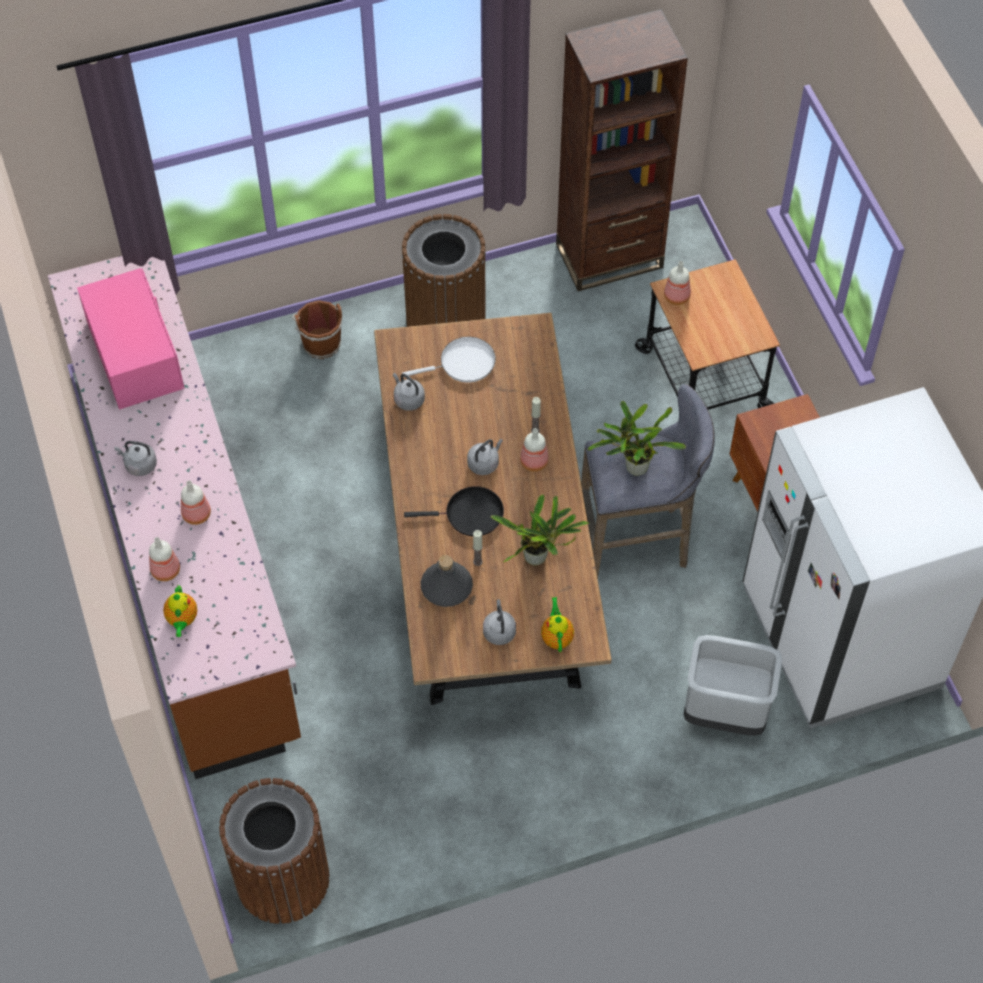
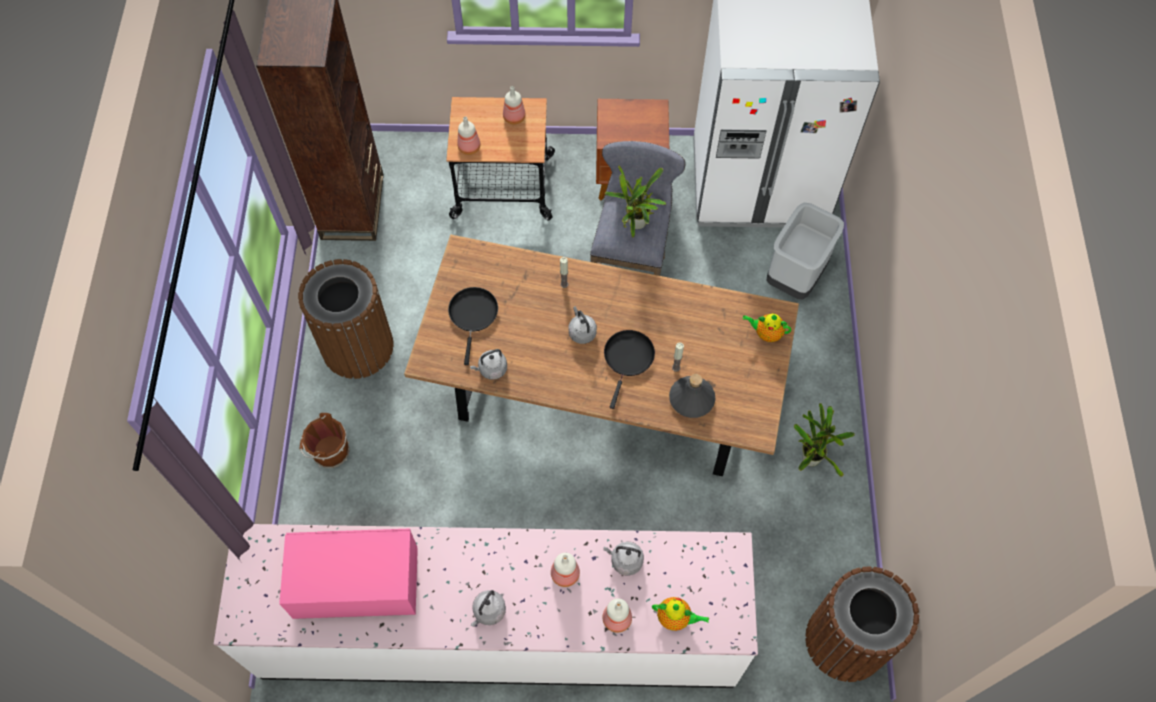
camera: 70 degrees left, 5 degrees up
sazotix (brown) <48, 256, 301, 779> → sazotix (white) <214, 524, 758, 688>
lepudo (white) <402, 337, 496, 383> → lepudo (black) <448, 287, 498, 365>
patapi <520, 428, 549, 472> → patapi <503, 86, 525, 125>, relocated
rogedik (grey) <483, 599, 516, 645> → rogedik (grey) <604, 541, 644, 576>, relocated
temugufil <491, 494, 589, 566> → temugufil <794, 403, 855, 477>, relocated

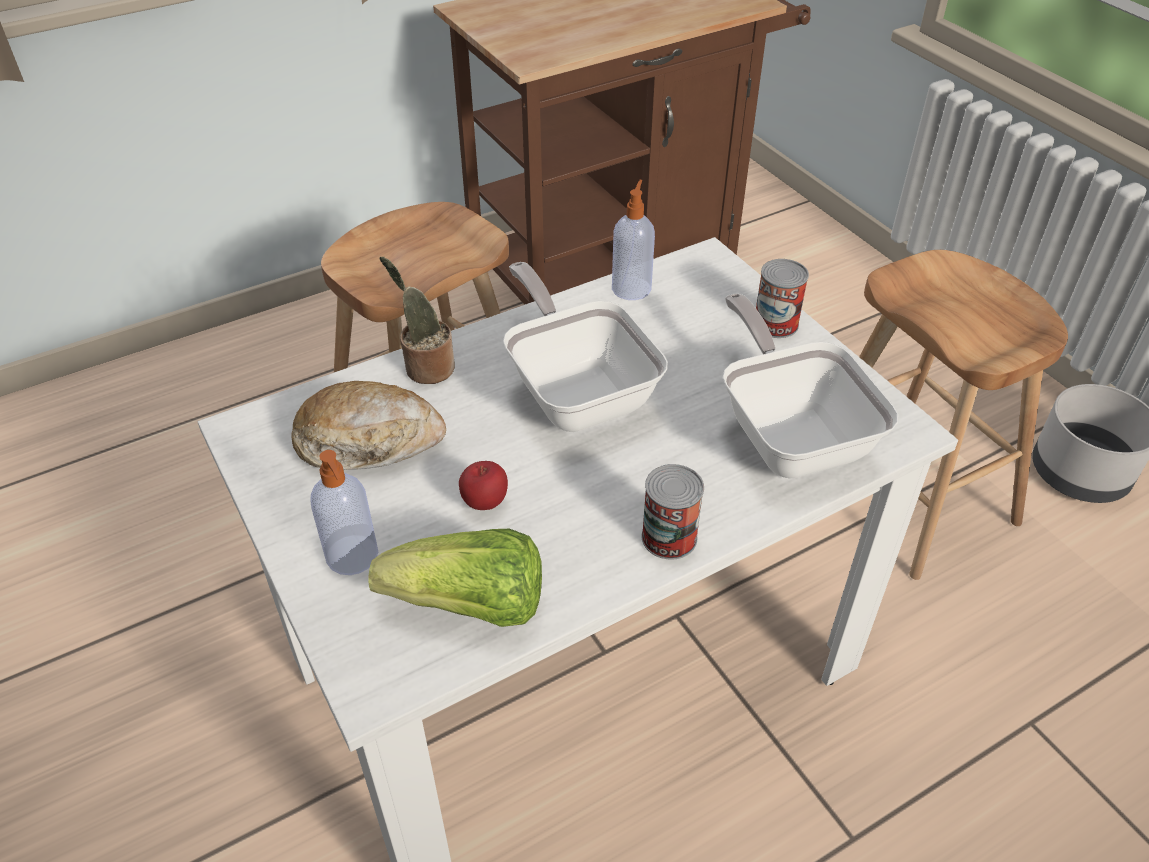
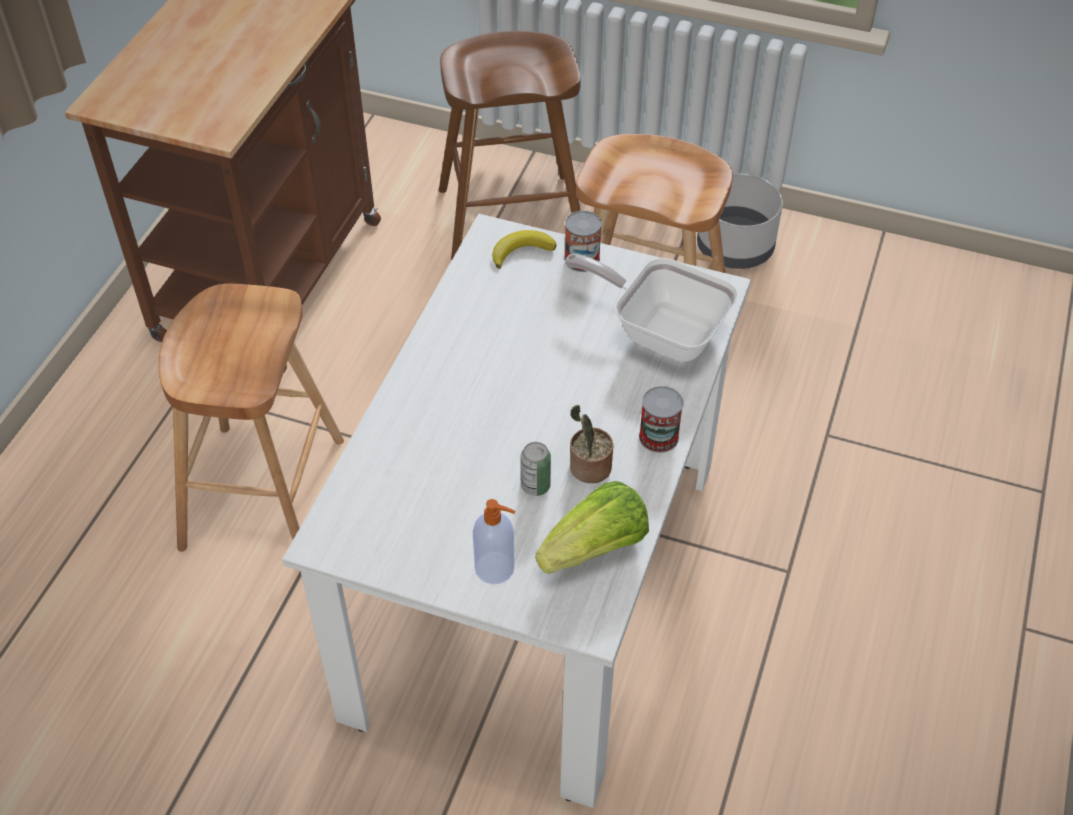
camera: 40 degrees left, 5 degrees up
- → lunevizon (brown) <439, 31, 581, 260>
- → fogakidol <492, 230, 556, 269>
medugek <459, 461, 508, 510> → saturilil <521, 442, 551, 496>
temugufil <380, 257, 455, 384> → temugufil <570, 405, 614, 483>, relocated
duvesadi <291, 381, 446, 470> → -
lepudo <503, 262, 668, 432> → -
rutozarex <612, 180, 655, 300> → -

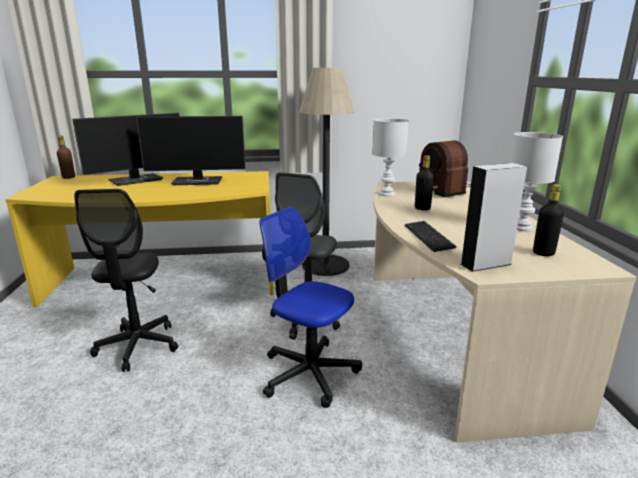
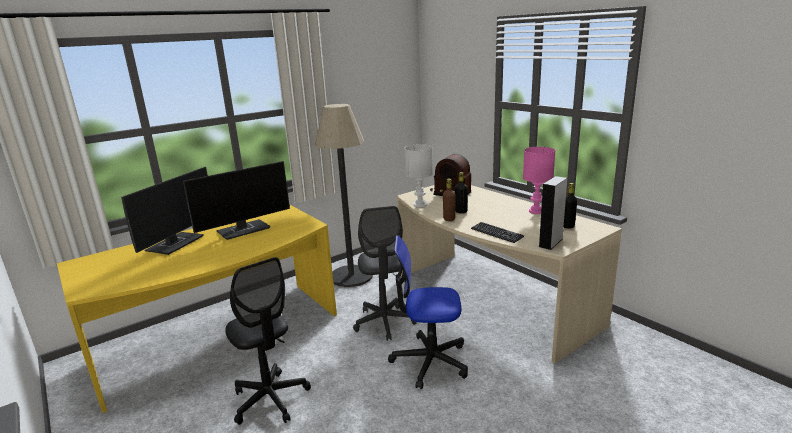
camera: 30 degrees left, 0 degrees up
patapi (brown) <57, 136, 75, 179> → patapi (brown) <443, 179, 455, 221>, relocated
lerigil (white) <509, 132, 563, 231> → lerigil (pink) <523, 147, 556, 214>

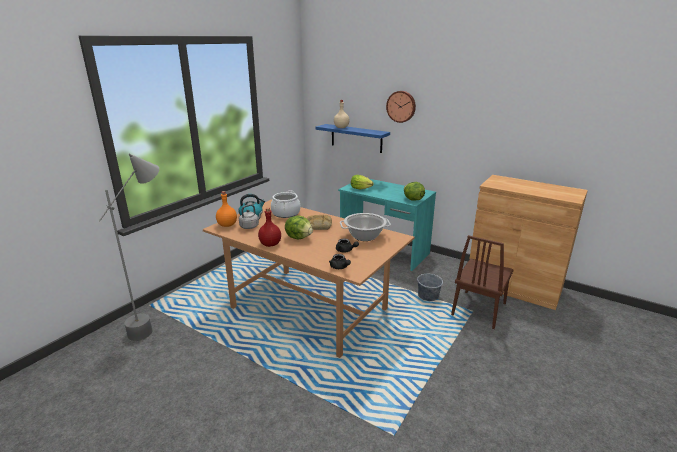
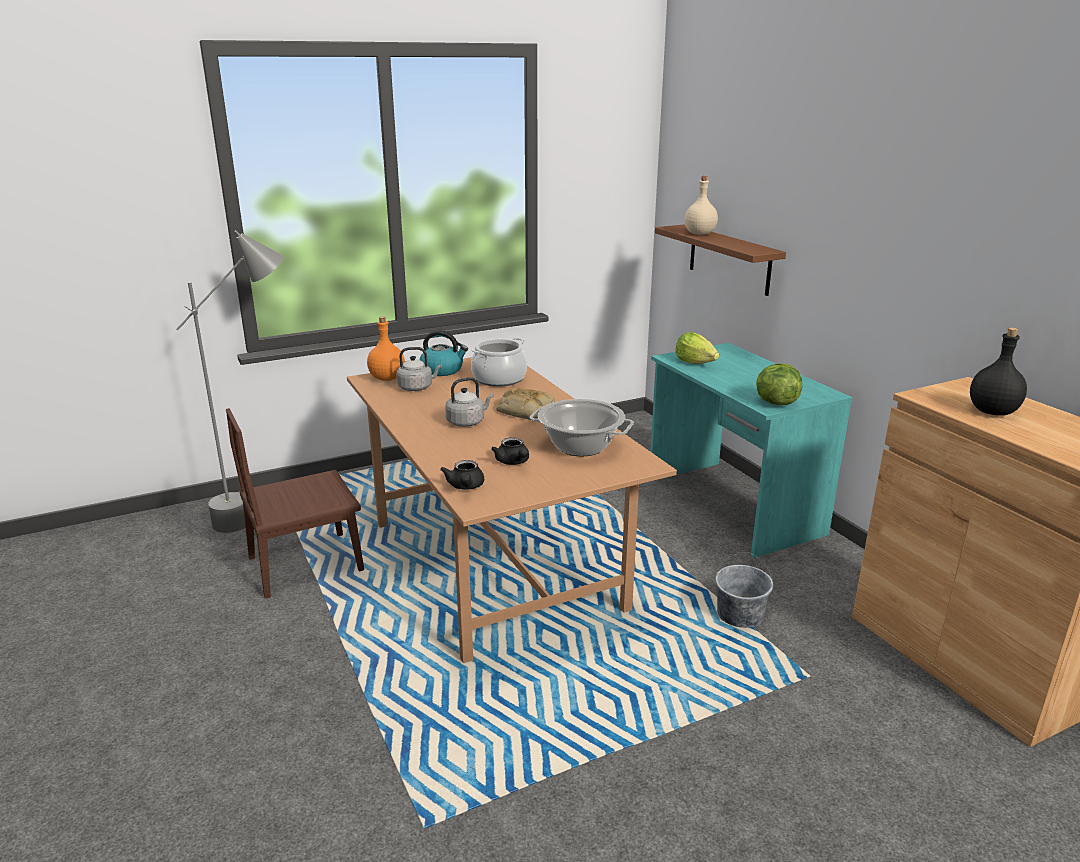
camera: 30 degrees right, 0 degrees up
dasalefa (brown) <451, 235, 513, 329> → dasalefa (brown) <226, 408, 364, 599>, relocated
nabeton <285, 216, 313, 239> → rogedik (grey) <445, 377, 494, 427>
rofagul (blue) <316, 124, 390, 153> → rofagul (brown) <655, 224, 786, 296>
- → patapi (black) <970, 328, 1027, 416>
patapi (red) <258, 207, 281, 247> → -
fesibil <386, 91, 416, 123> → -

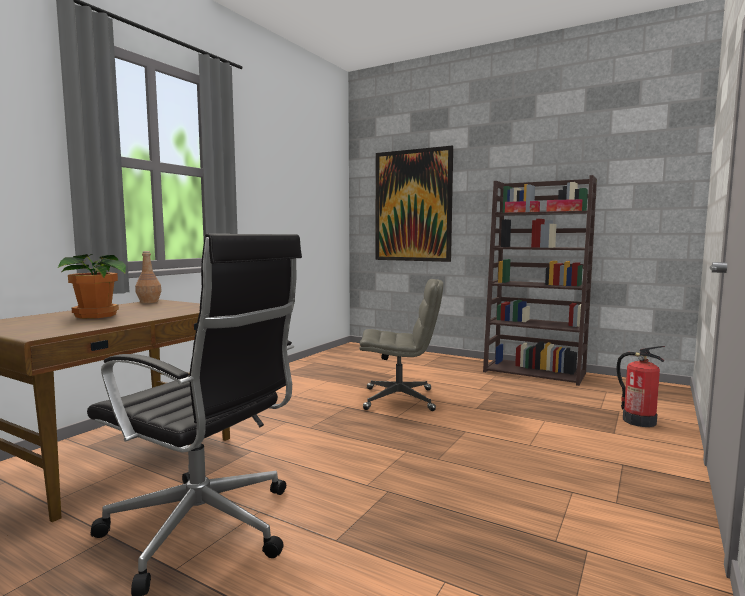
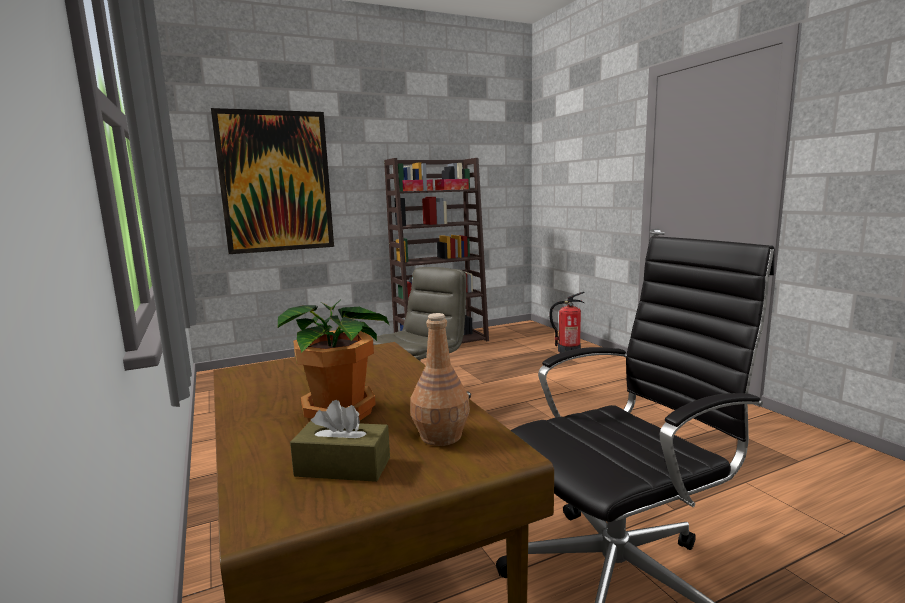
camera: 55 degrees left, 5 degrees up
- → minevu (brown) <290, 400, 390, 482>
patapi (brown) <135, 251, 162, 303> → patapi (brown) <410, 313, 470, 446>, relocated

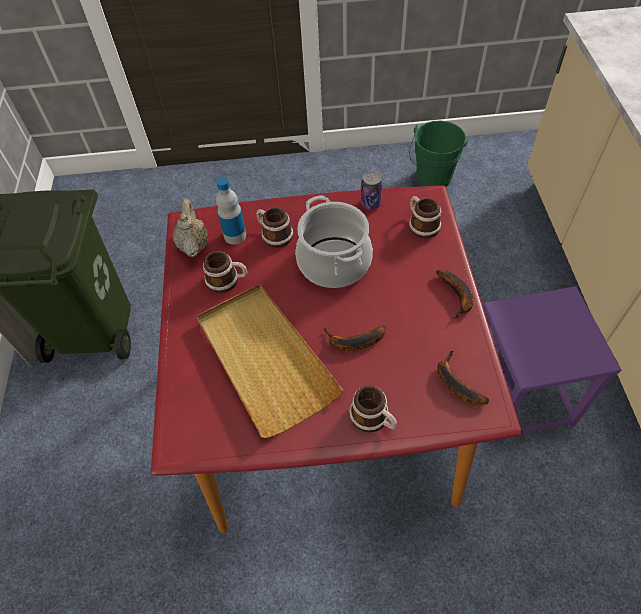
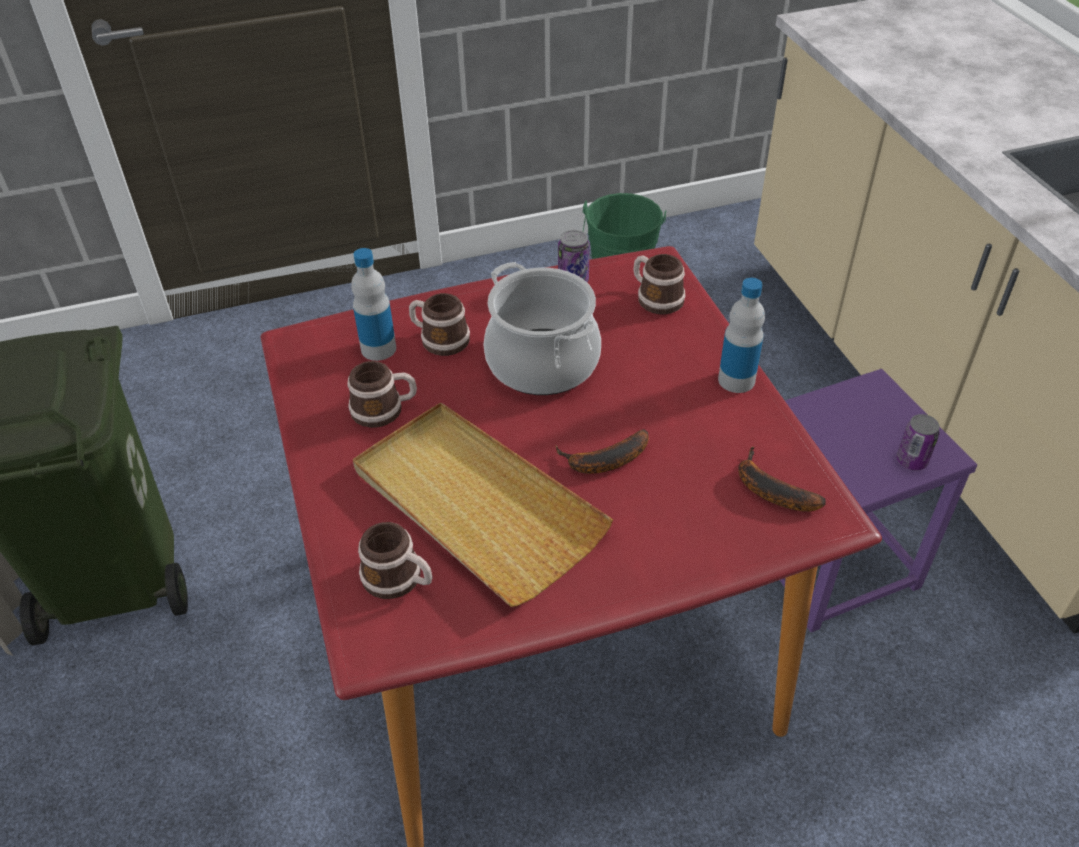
camera: 15 degrees left, 10 degrees down
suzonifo <349, 385, 397, 432> → suzonifo <358, 522, 433, 599>, relocated
fogakidol <436, 270, 473, 319> → patapi <718, 278, 765, 393>
- → saturilil <896, 414, 940, 470>
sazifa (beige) <173, 199, 208, 257> → -

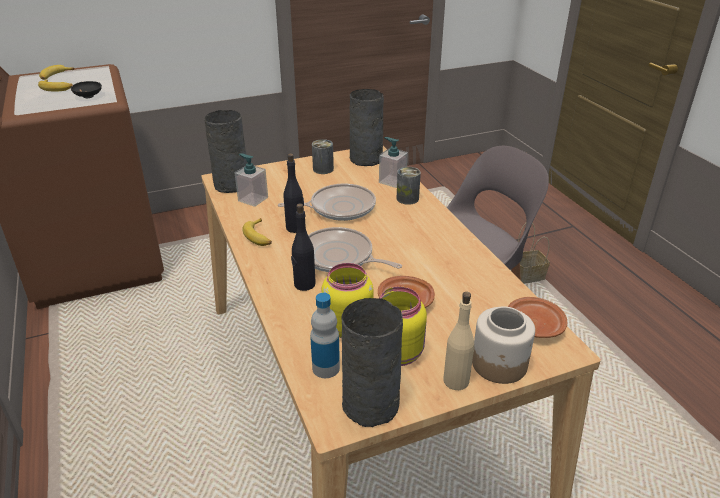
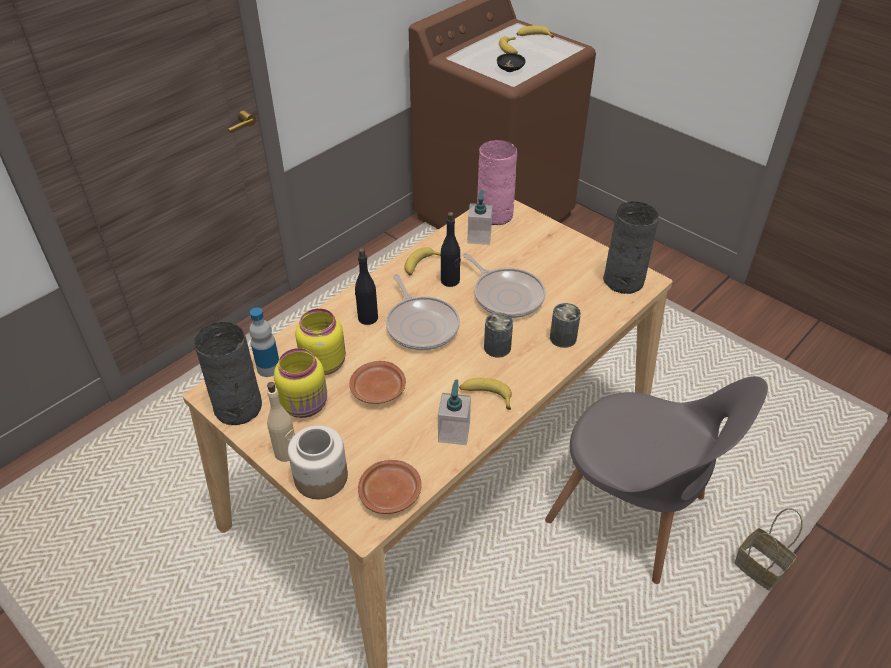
camera: 65 degrees right, 10 degrees up
lepudo <308, 227, 402, 272> → lepudo <386, 274, 460, 350>, 150 degrees clockwise
rutozarex <379, 137, 408, 188> → rutozarex <438, 379, 471, 445>, relocated
- → fogakidol <459, 378, 512, 410>
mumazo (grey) <204, 110, 247, 193> → mumazo (pink) <477, 140, 517, 225>
saturilil <312, 139, 334, 174> → saturilil <484, 312, 513, 357>, relocated

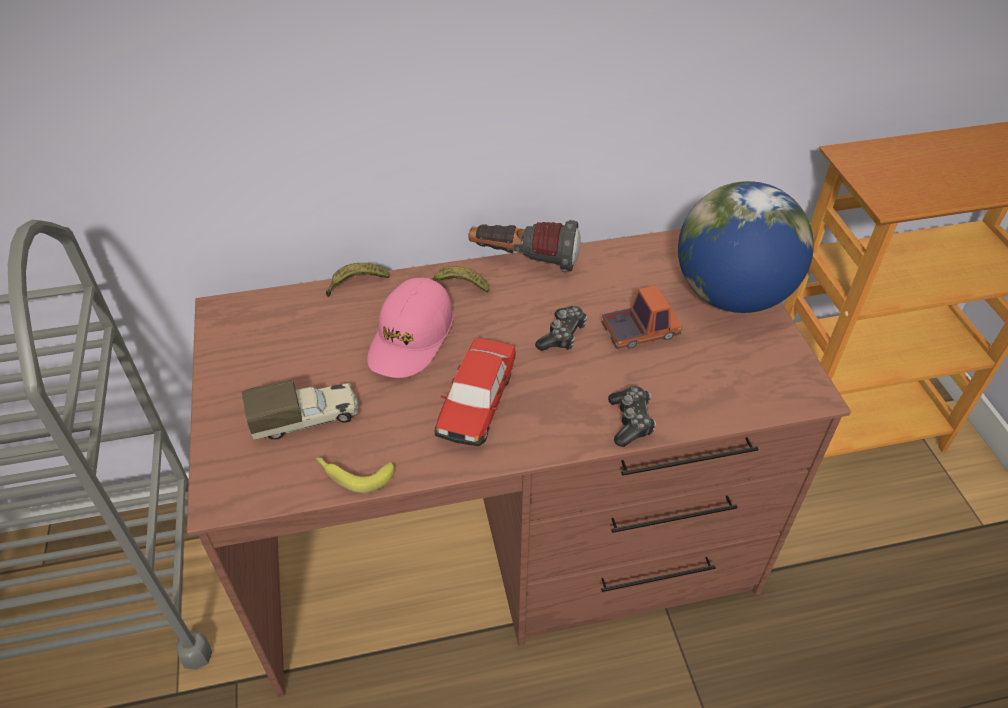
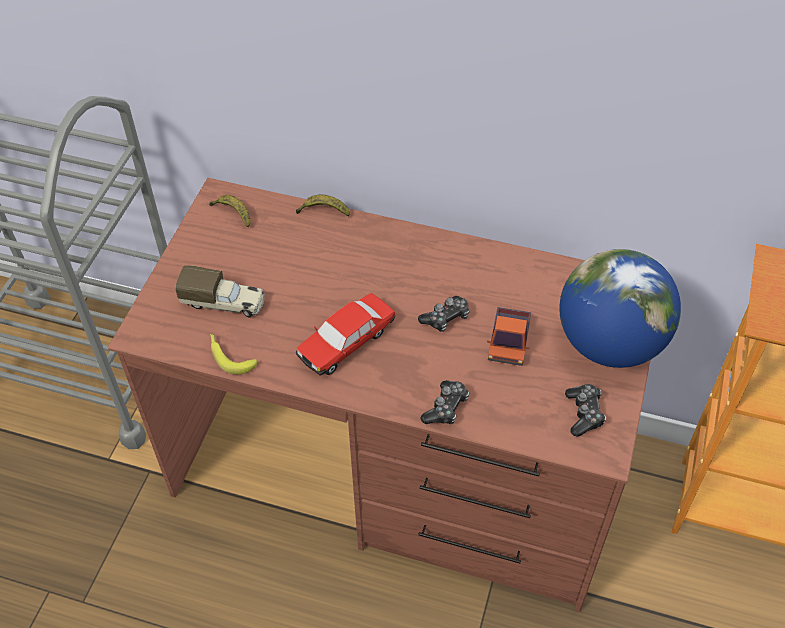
camera: 30 degrees right, 5 degrees up
fogakidol <432, 266, 489, 293> → fogakidol <209, 195, 250, 227>, relocated
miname <602, 285, 683, 349> → miname <487, 307, 531, 366>, 90 degrees clockwise
- → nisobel <565, 384, 606, 437>
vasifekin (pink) <367, 278, 453, 378> → -
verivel <469, 220, 580, 272> → -

